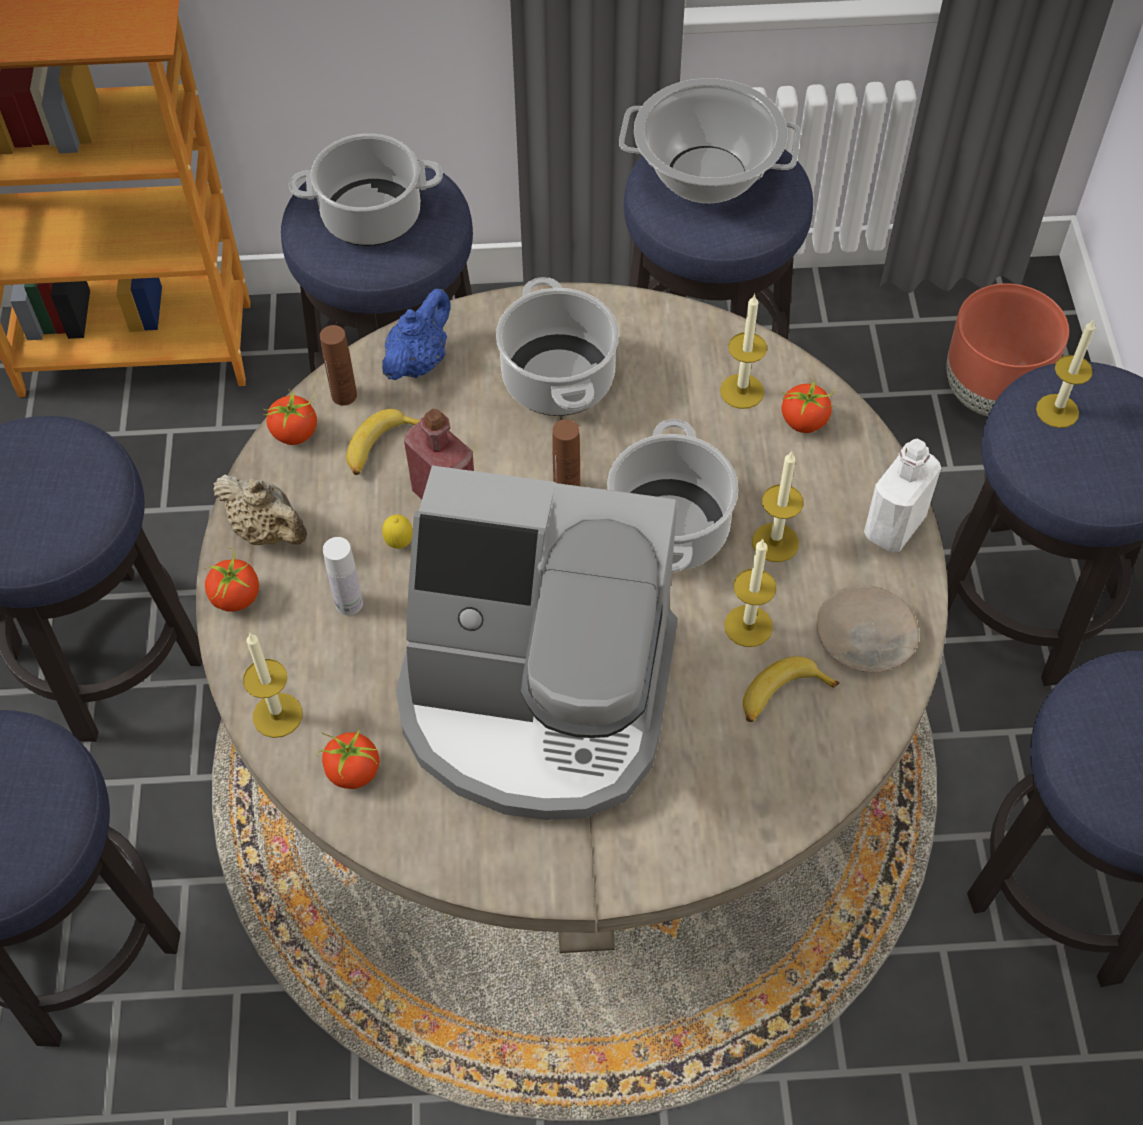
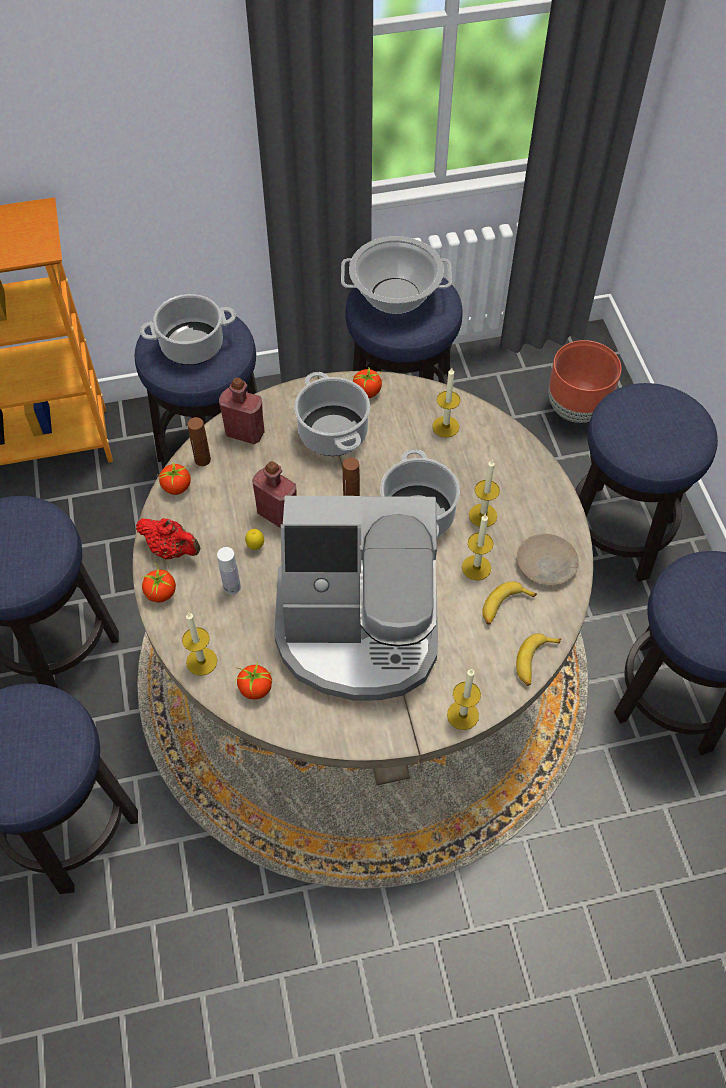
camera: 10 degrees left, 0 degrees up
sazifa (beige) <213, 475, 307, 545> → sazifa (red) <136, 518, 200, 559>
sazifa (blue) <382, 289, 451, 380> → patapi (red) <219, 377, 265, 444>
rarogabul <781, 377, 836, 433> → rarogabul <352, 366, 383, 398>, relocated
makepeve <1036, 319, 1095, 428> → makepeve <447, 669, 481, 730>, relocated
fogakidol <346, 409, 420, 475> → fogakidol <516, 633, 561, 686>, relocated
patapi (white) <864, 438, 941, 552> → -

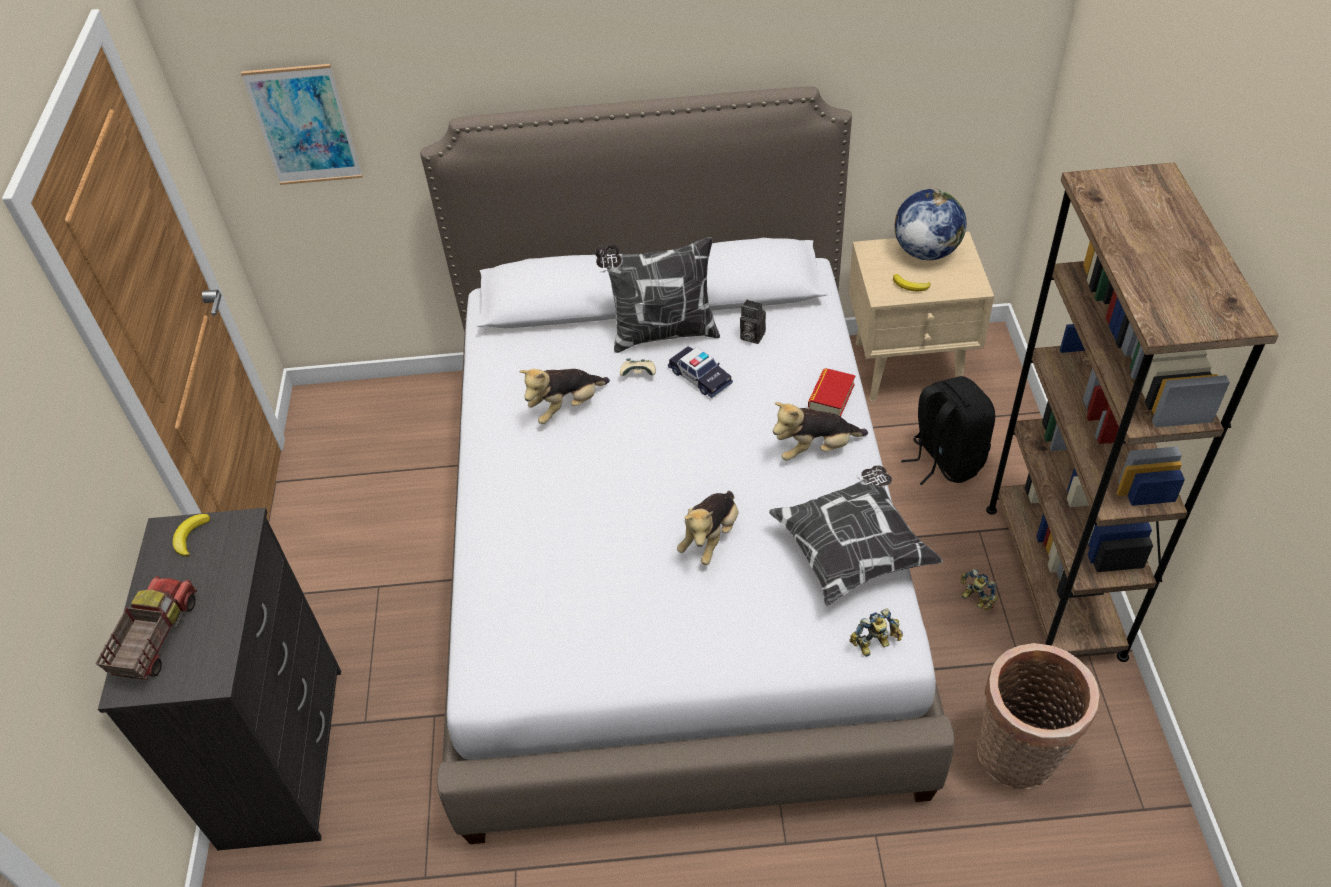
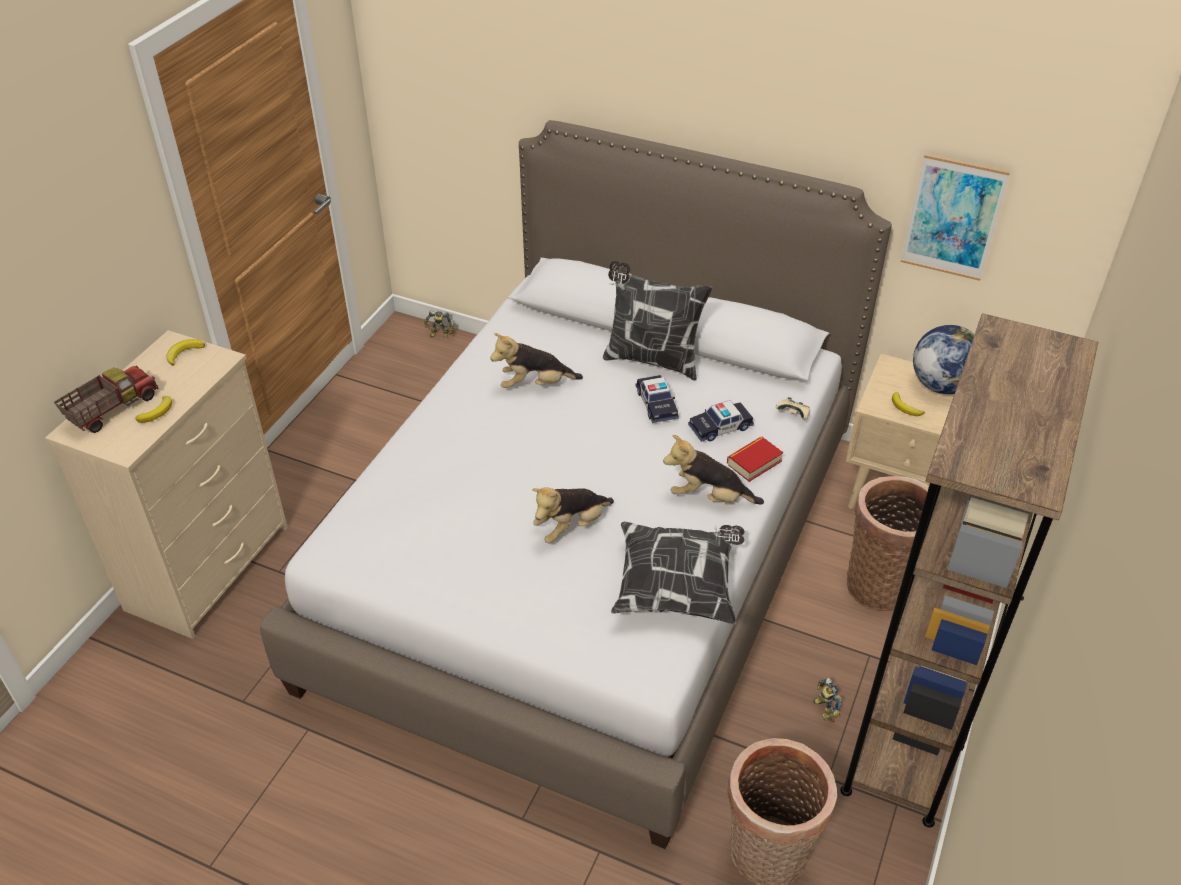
camera: 25 degrees right, 5 degrees down
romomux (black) <98, 508, 341, 850> → romomux (beige) <45, 330, 288, 639>
- → fogakidol <135, 396, 172, 423>
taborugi <850, 608, 903, 657> → taborugi <424, 311, 455, 338>, relocated
- → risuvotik <688, 400, 754, 442>
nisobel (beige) <620, 358, 656, 376> → nisobel (beige) <776, 397, 810, 419>, relocated
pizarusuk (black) <901, 376, 995, 485> → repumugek <847, 476, 929, 611>
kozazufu <241, 64, 363, 185> → kozazufu <901, 154, 1010, 281>, relocated
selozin <740, 300, 766, 344> → -

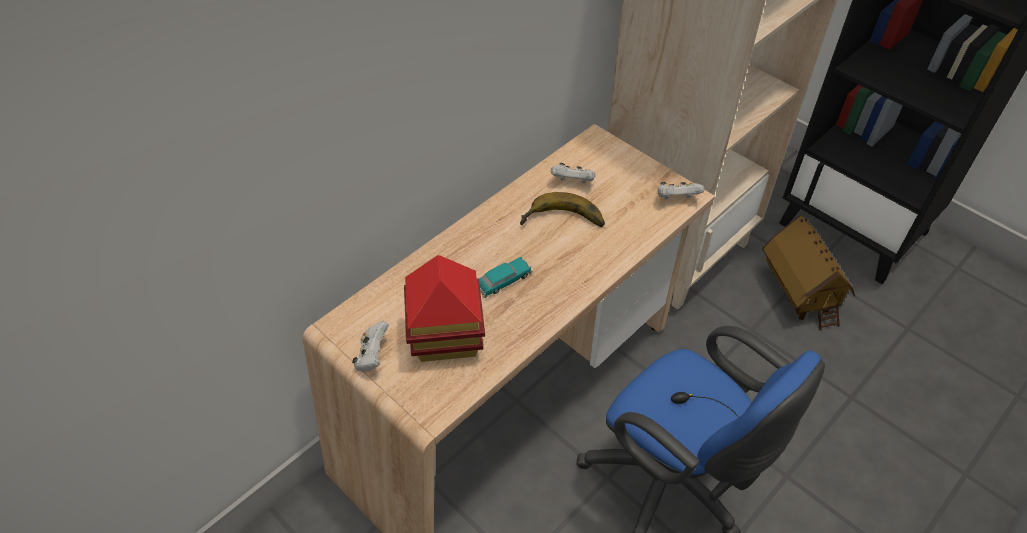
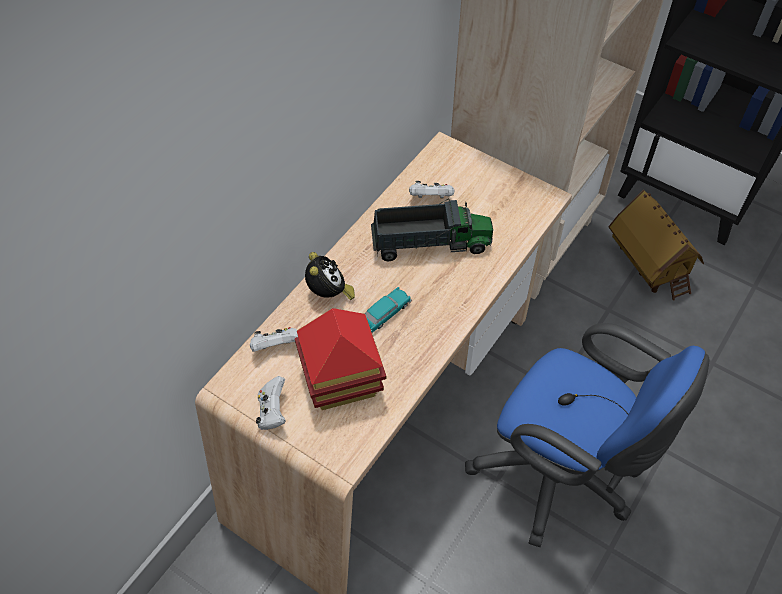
camera: 10 degrees left, 5 degrees up
nisobel (white) <657, 182, 704, 199> → nisobel (white) <250, 327, 298, 352>, relocated
- → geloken <305, 252, 355, 300>
fogakidol <520, 192, 605, 227> → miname <371, 199, 493, 262>

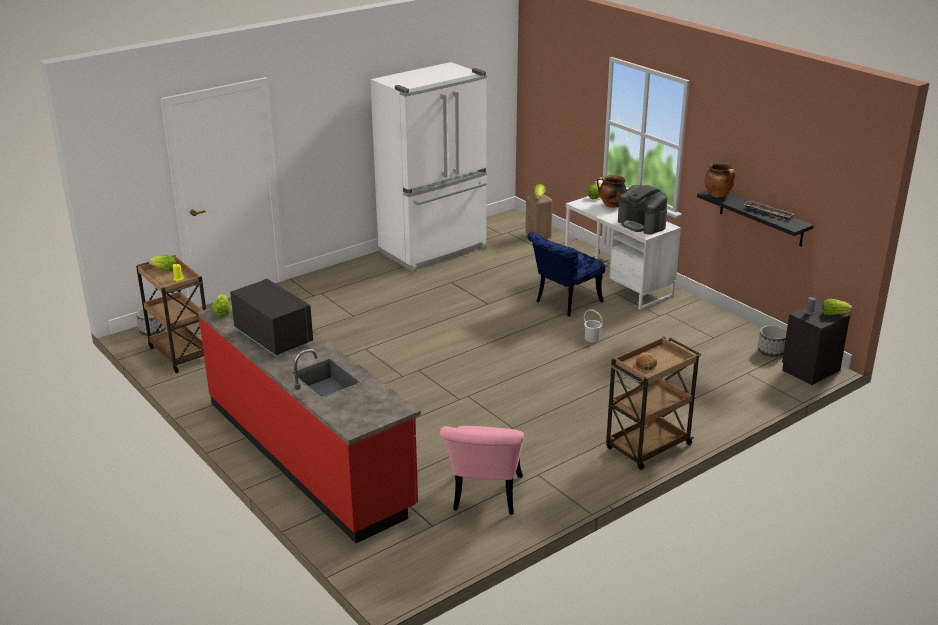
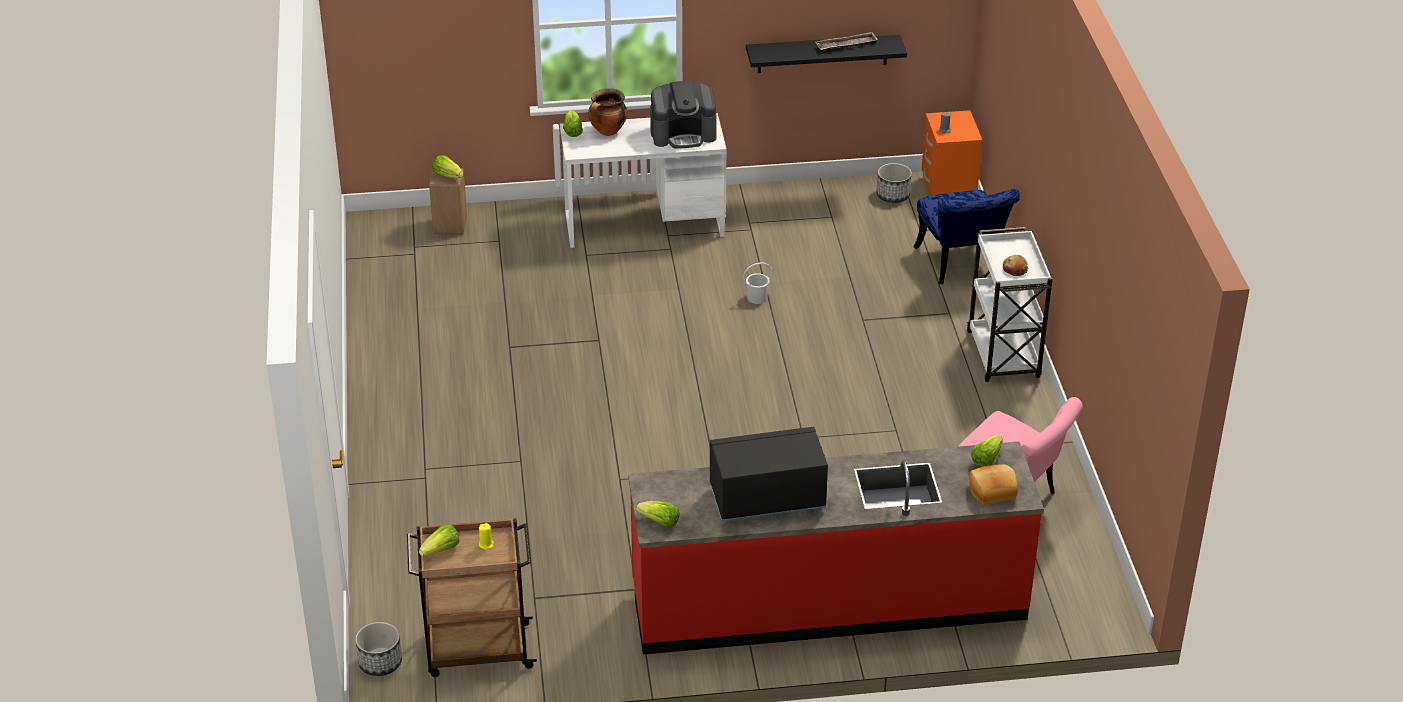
camera: 60 degrees left, 10 degrees up
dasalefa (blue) <527, 232, 605, 316> → dasalefa (blue) <913, 189, 1020, 285>, relocated
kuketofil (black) <782, 301, 850, 385> → kuketofil (orange) <922, 110, 982, 196>
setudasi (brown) <606, 336, 701, 470> → setudasi (white) <967, 227, 1053, 382>
- → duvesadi <969, 464, 1018, 505>
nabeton <822, 298, 852, 316> → nabeton <971, 435, 1003, 467>, relocated
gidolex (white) <370, 62, 487, 273> → -
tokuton <705, 161, 735, 198> → -

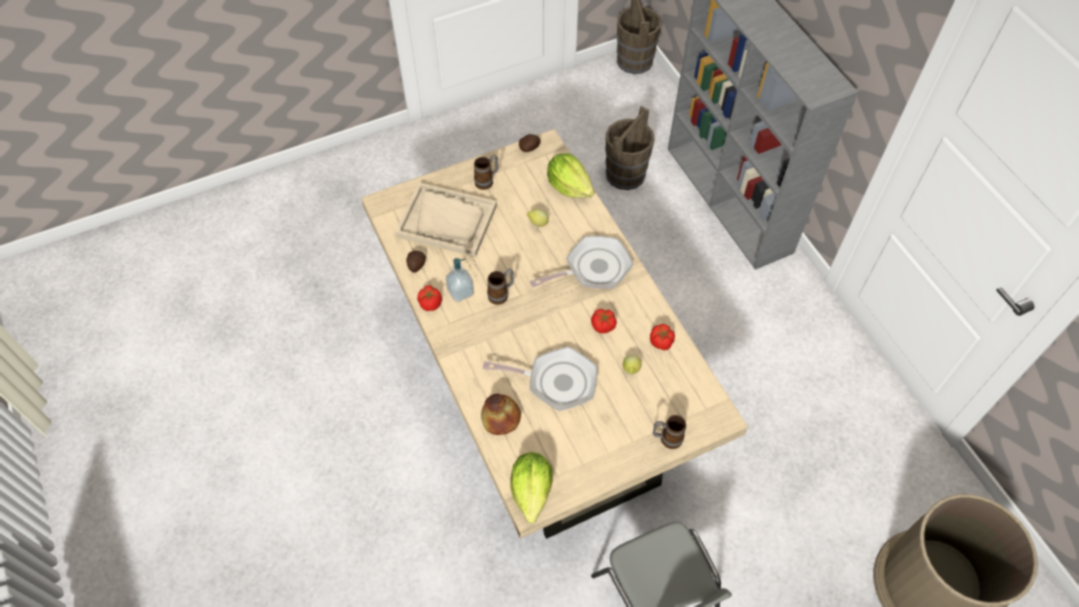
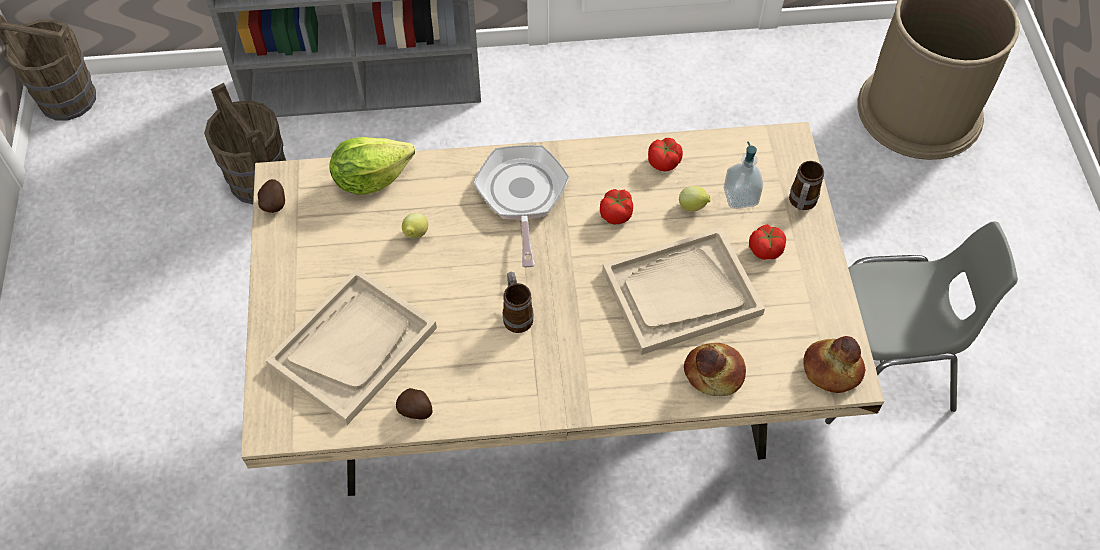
camera: 70 degrees left, 0 degrees up
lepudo <483, 347, 597, 411> → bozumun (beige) <602, 228, 765, 355>
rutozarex <446, 258, 474, 302> → rutozarex <724, 142, 763, 209>, relocated
rarogabul <417, 285, 442, 311> → rarogabul <749, 224, 786, 260>, relocated
nabeton <510, 452, 553, 523> → duvesadi <803, 336, 865, 393>
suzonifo <474, 155, 498, 190> → -

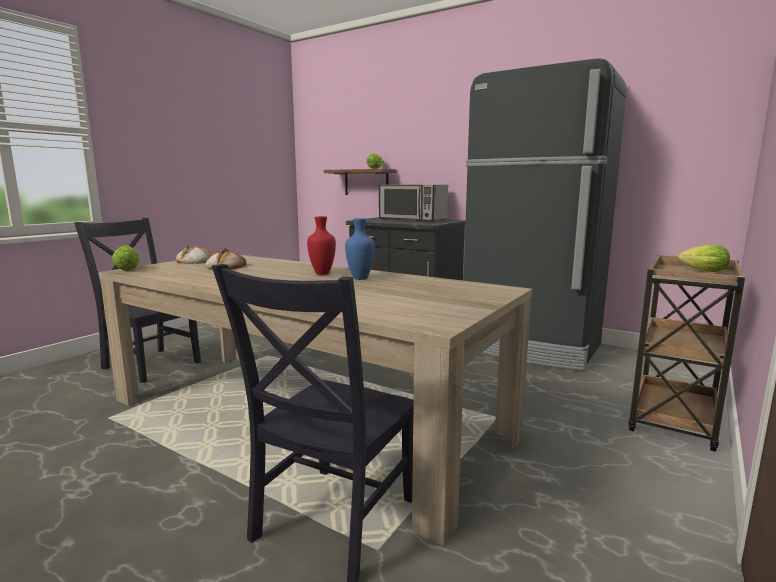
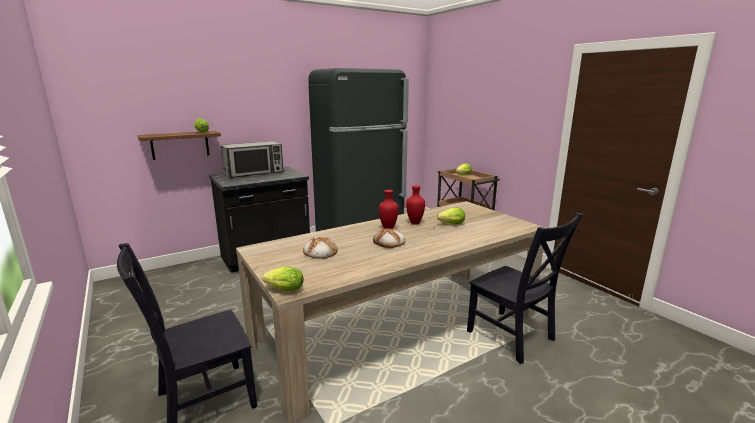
camera: 65 degrees left, 5 degrees up
duvesadi <176, 245, 213, 264> → duvesadi <373, 228, 406, 248>, relocated
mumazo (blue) <345, 218, 375, 280> → mumazo (red) <406, 185, 425, 225>
- → nabeton <437, 208, 465, 224>

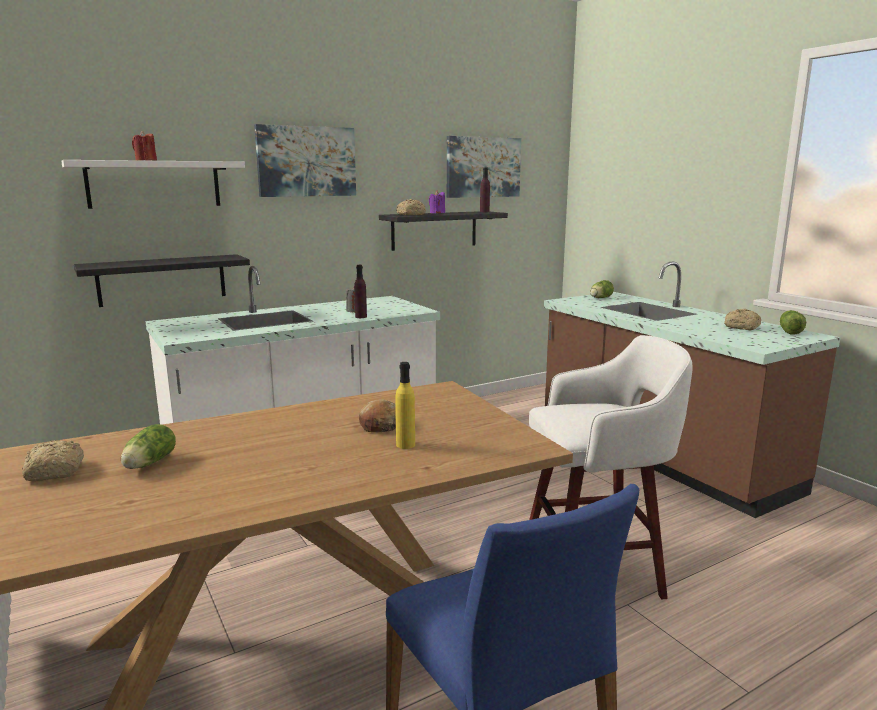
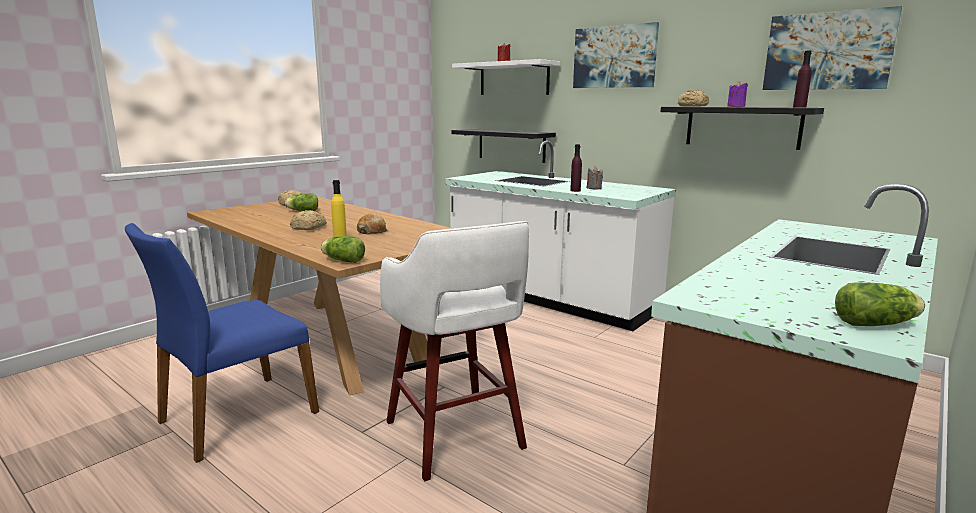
camera: 70 degrees right, 0 degrees up
duvesadi <724, 309, 761, 330> → duvesadi <290, 210, 327, 230>, relocated
nabeton <590, 280, 614, 298> → nabeton <321, 236, 365, 263>, relocated

